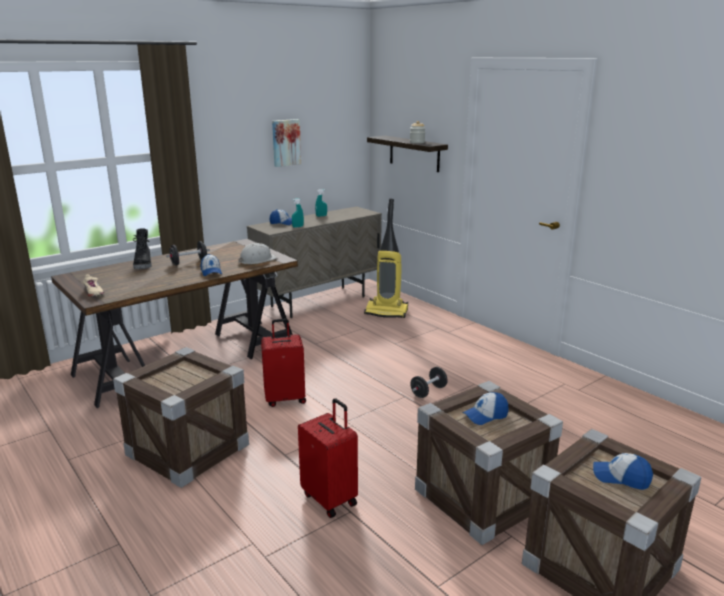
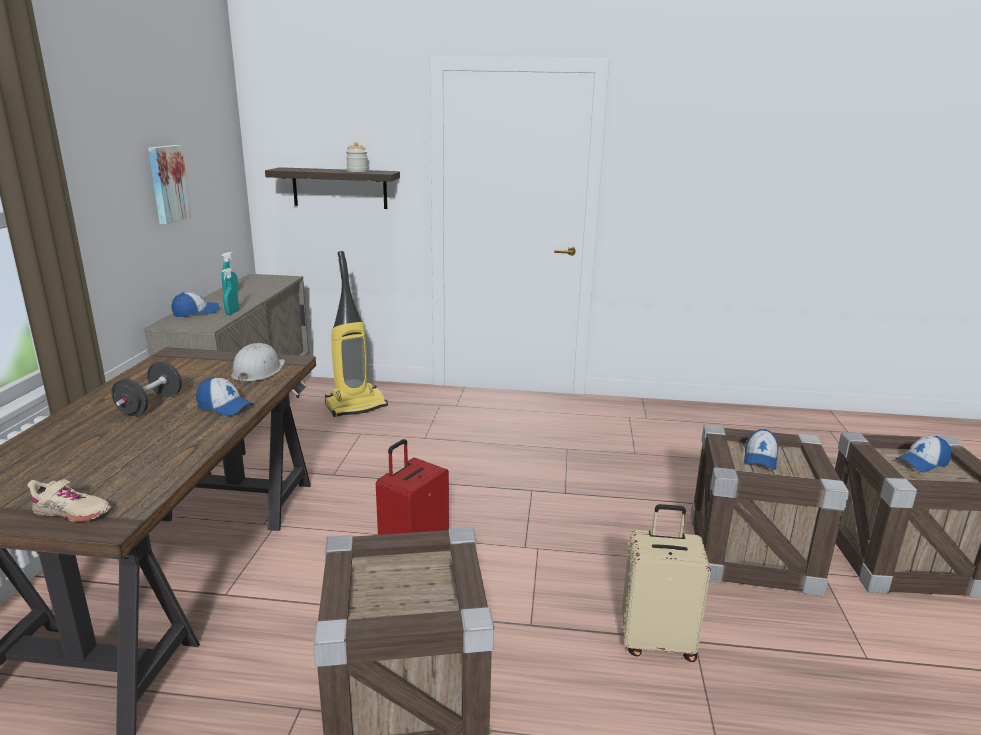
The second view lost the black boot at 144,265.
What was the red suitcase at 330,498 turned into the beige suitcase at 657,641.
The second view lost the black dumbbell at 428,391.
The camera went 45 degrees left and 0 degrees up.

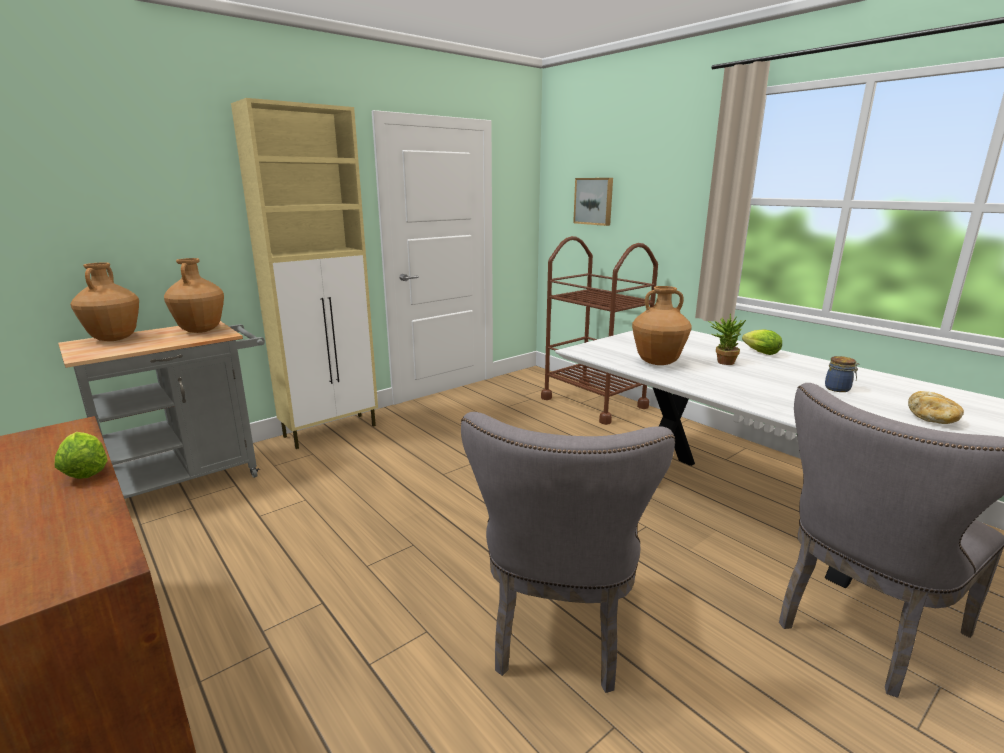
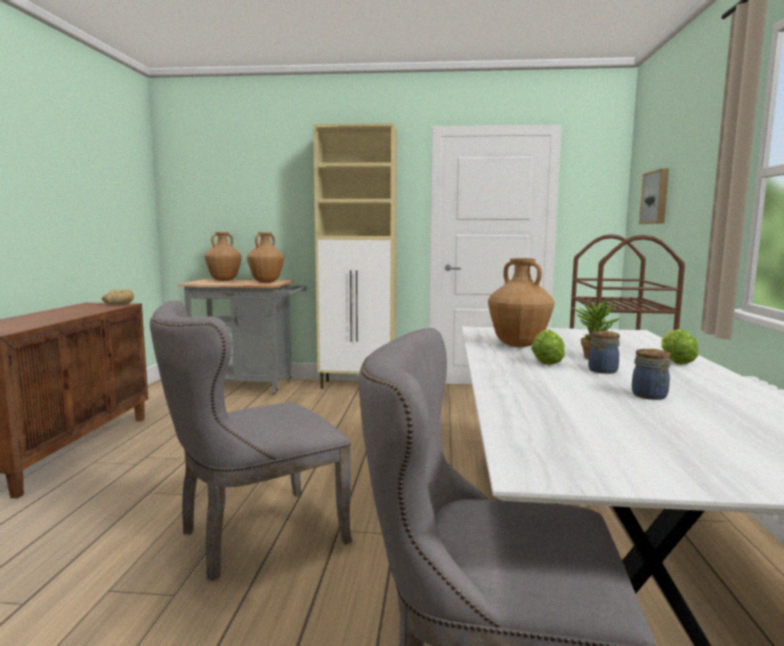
The lettuce ended up elsewhere, having gone from 85,470 to 545,361.
The bread ended up elsewhere, having gone from 932,419 to 119,304.
The second view gained the jar at 604,370.
The camera went 45 degrees right and 10 degrees down.

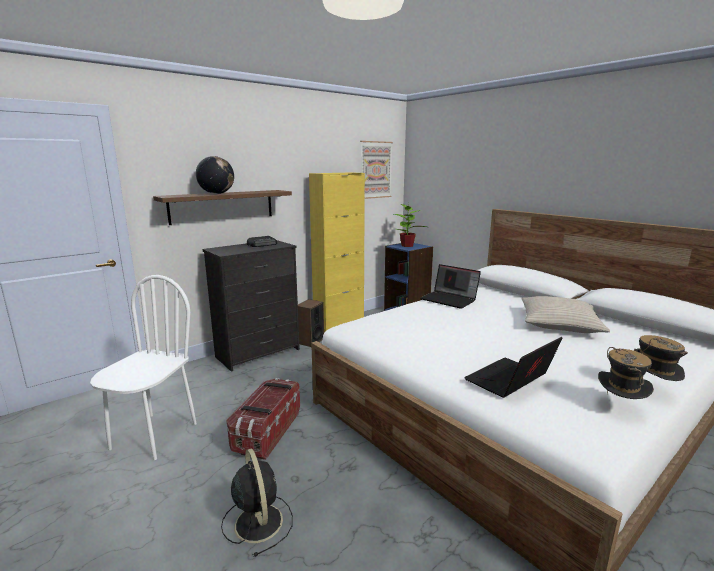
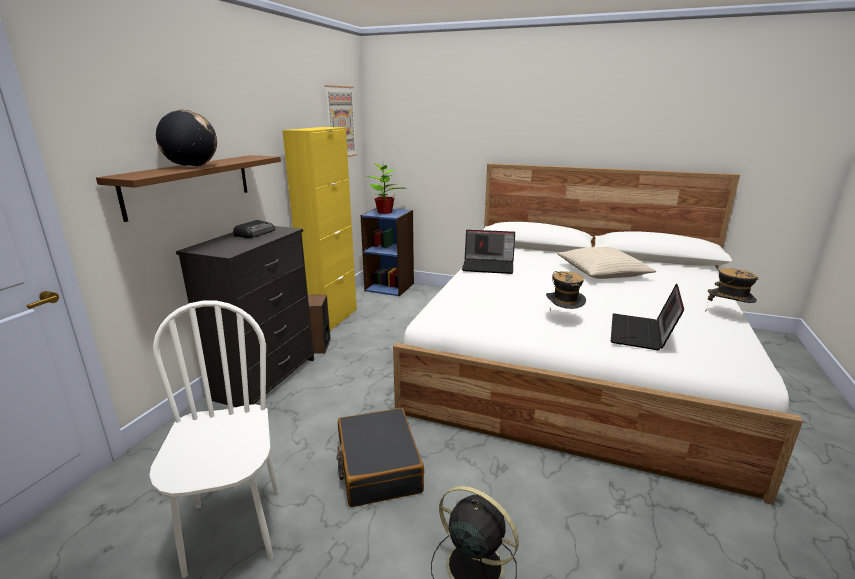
Where the storage box stood at 267,432, the black suitcase came to stand at 378,467.
The hat ended up elsewhere, having gone from 619,407 to 563,318.
The camera went 30 degrees left and 5 degrees up.

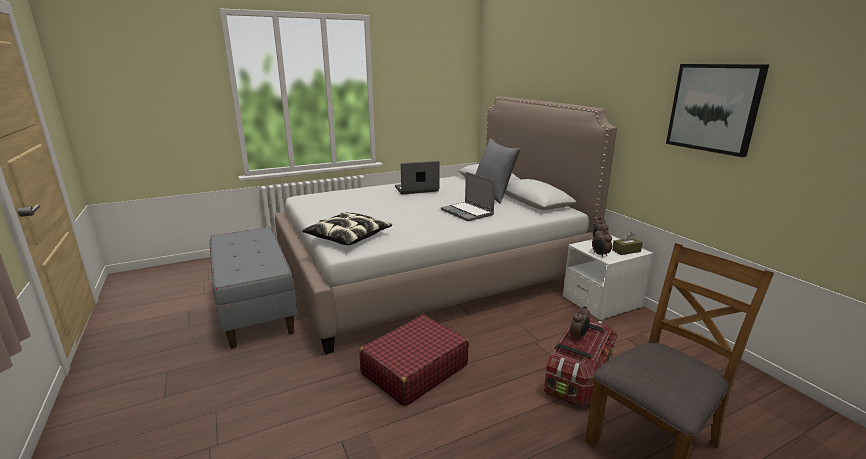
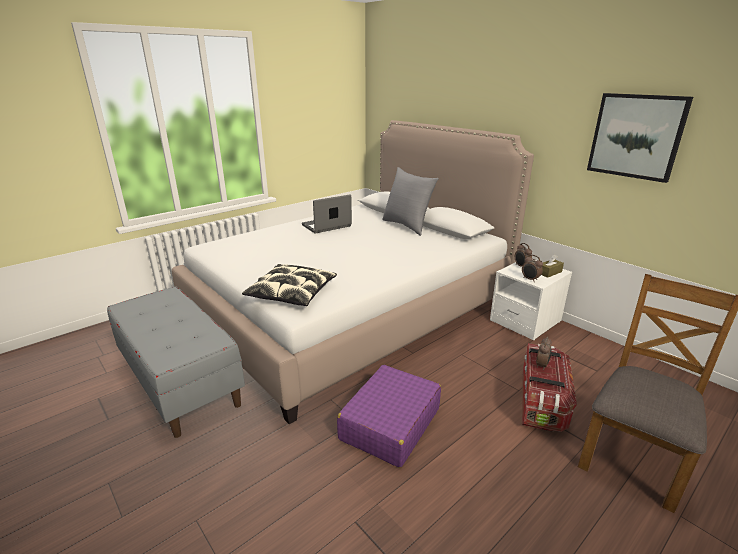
What was the red suitcase at 414,369 turned into the purple suitcase at 390,424.
The second view lost the laptop at 468,212.
The camera went 15 degrees left and 5 degrees up.

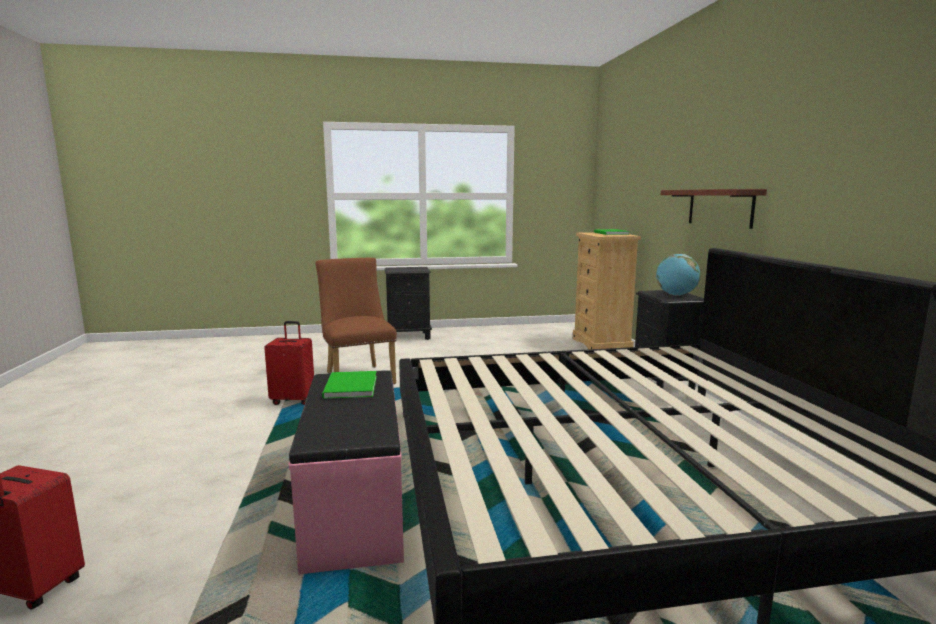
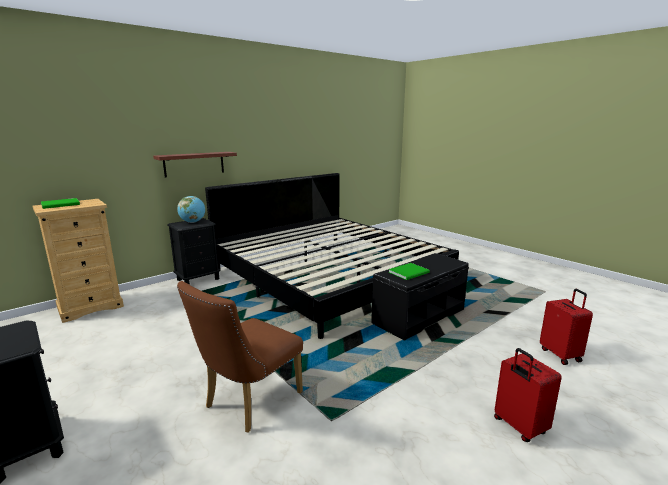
The red suitcase ended up elsewhere, having gone from 294,400 to 519,427.
What was the pink bench at 357,505 turned into the black bench at 418,316.
The camera went 120 degrees left and 5 degrees up.

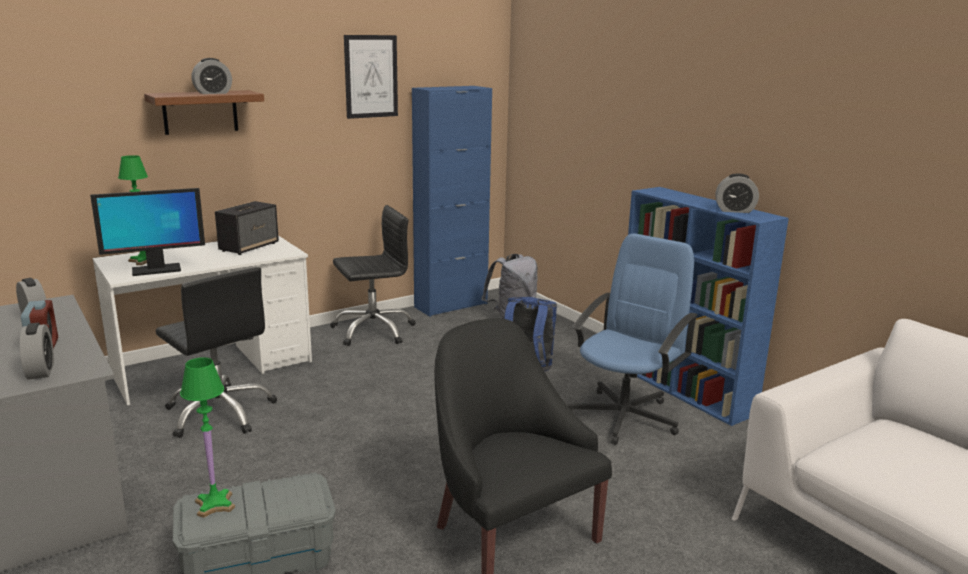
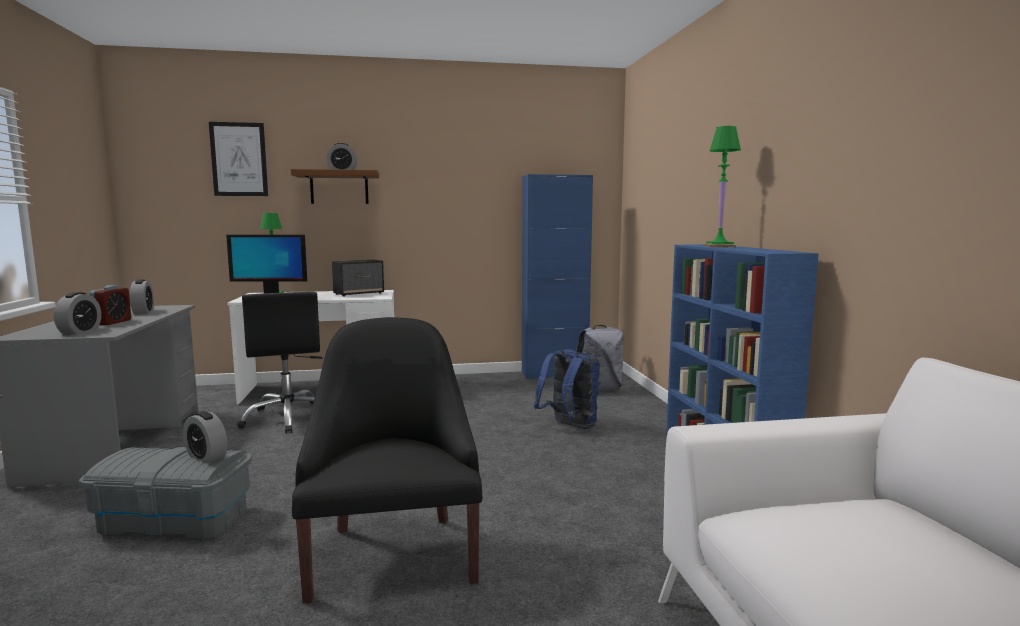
The green table lamp ended up elsewhere, having gone from 215,504 to 719,246.
The second view lost the black office chair at 373,330.
The picture ended up elsewhere, having gone from 371,76 to 239,159.
The second view lost the blue office chair at 625,416.
The alarm clock ended up elsewhere, having gone from 734,210 to 206,457.
The camera went 25 degrees right and 10 degrees down.

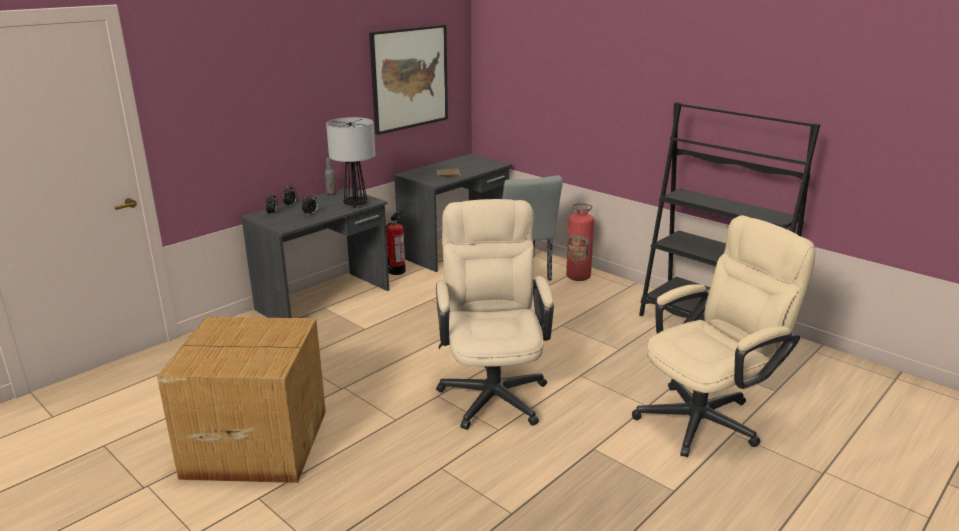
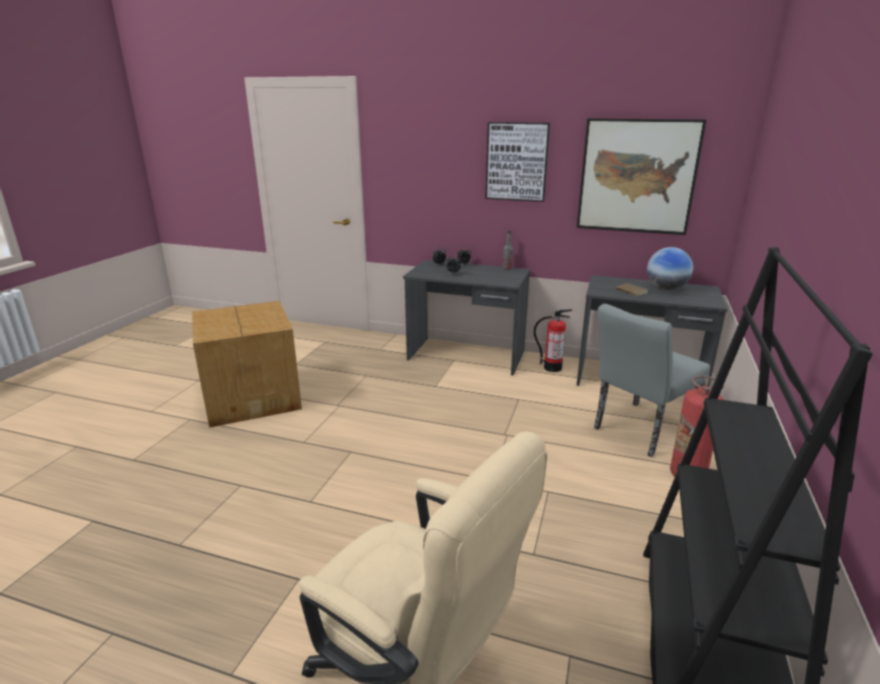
The second view lost the table lamp at 355,204.
The second view lost the beige office chair at 492,390.
The second view gained the picture at 516,162.
The second view gained the globe at 666,289.
The camera went 65 degrees right and 0 degrees up.

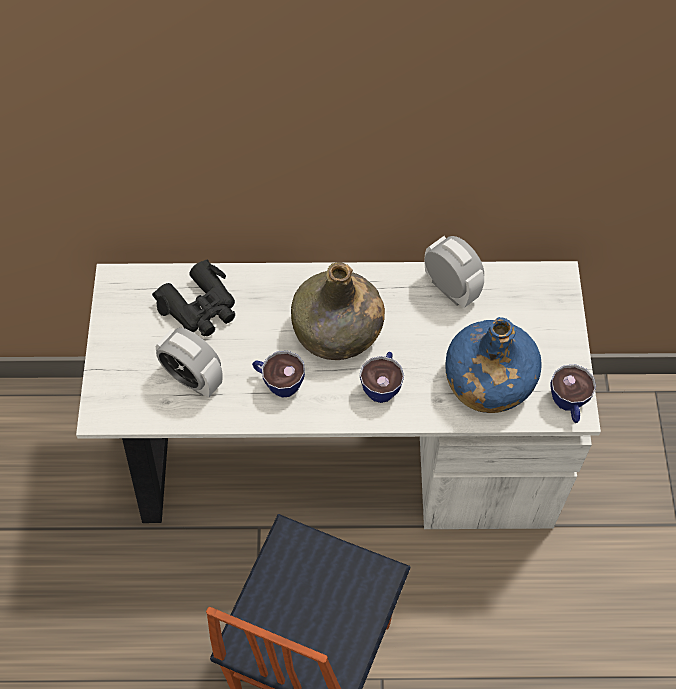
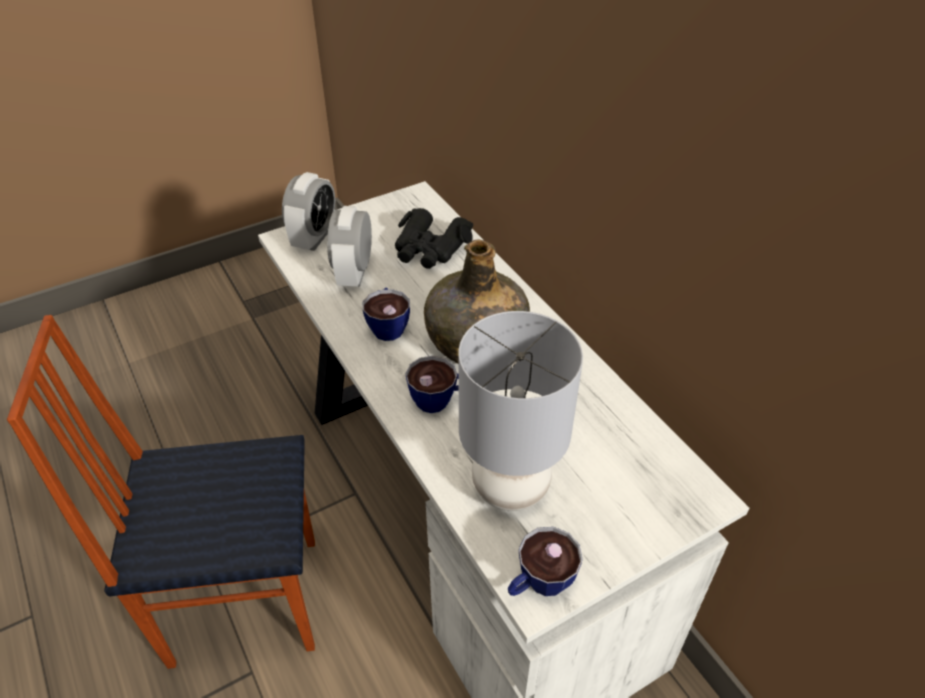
The alarm clock ended up elsewhere, having gone from 450,289 to 314,238.
Where the blue bottle stood at 487,381, the grey table lamp came to stand at 510,486.
The camera went 60 degrees right and 15 degrees down.

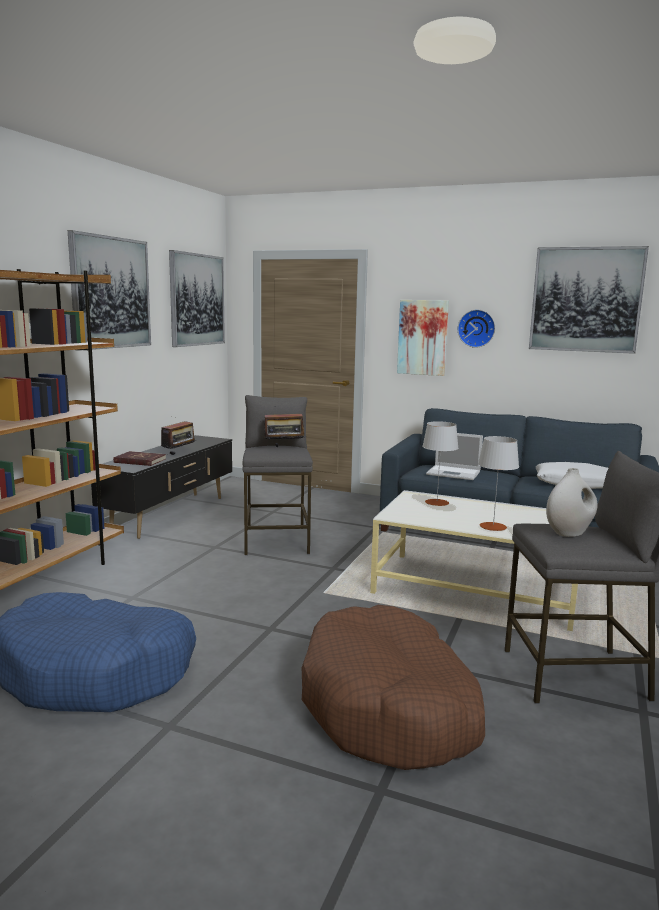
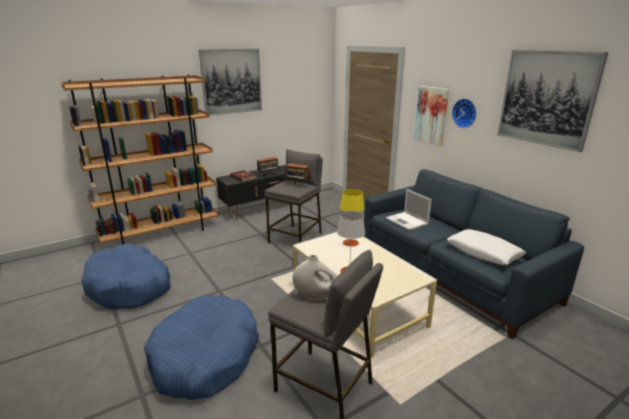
The second view lost the picture at 197,300.
What was the brown dog bed at 389,707 turned into the blue dog bed at 205,357.
What was the grey table lamp at 437,502 turned into the yellow table lamp at 350,242.
The camera went 35 degrees right and 10 degrees up.

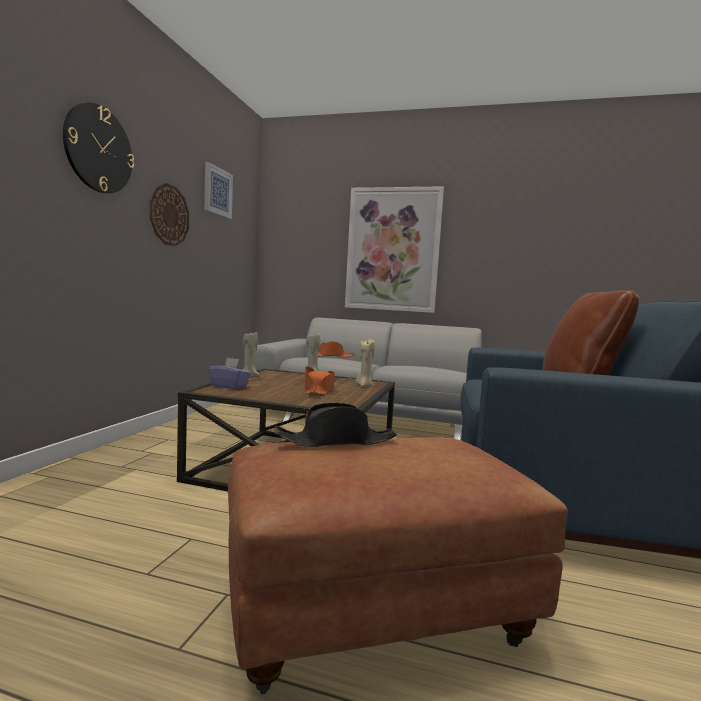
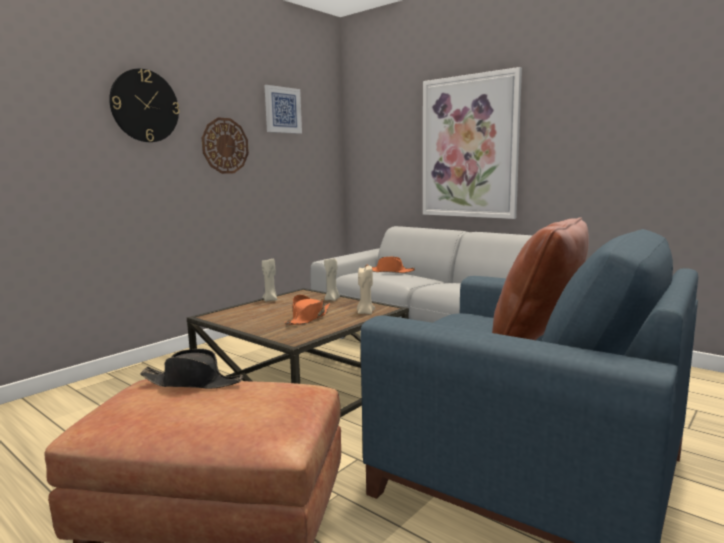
The second view lost the purple tissue box at 229,386.
The camera went 25 degrees right and 5 degrees up.

